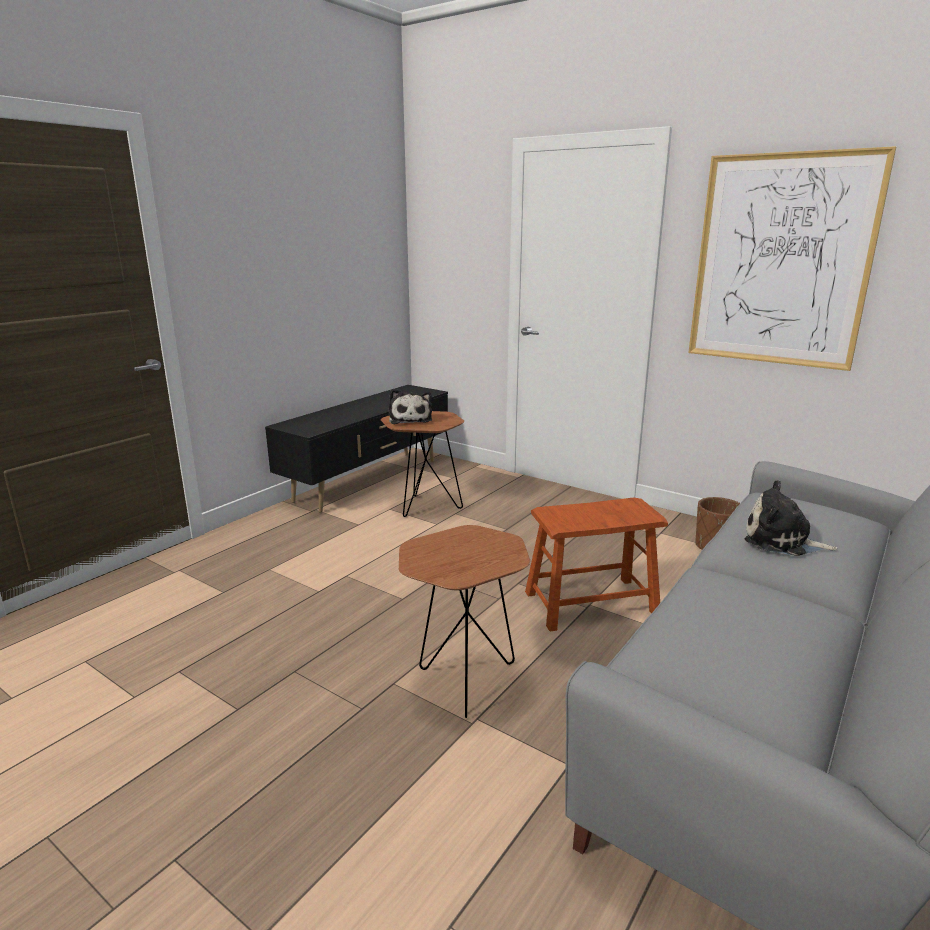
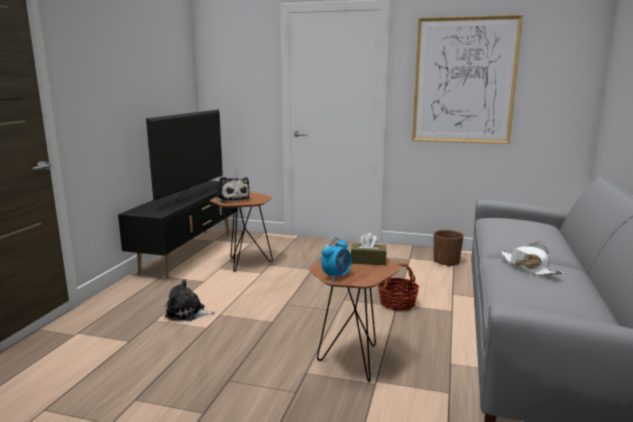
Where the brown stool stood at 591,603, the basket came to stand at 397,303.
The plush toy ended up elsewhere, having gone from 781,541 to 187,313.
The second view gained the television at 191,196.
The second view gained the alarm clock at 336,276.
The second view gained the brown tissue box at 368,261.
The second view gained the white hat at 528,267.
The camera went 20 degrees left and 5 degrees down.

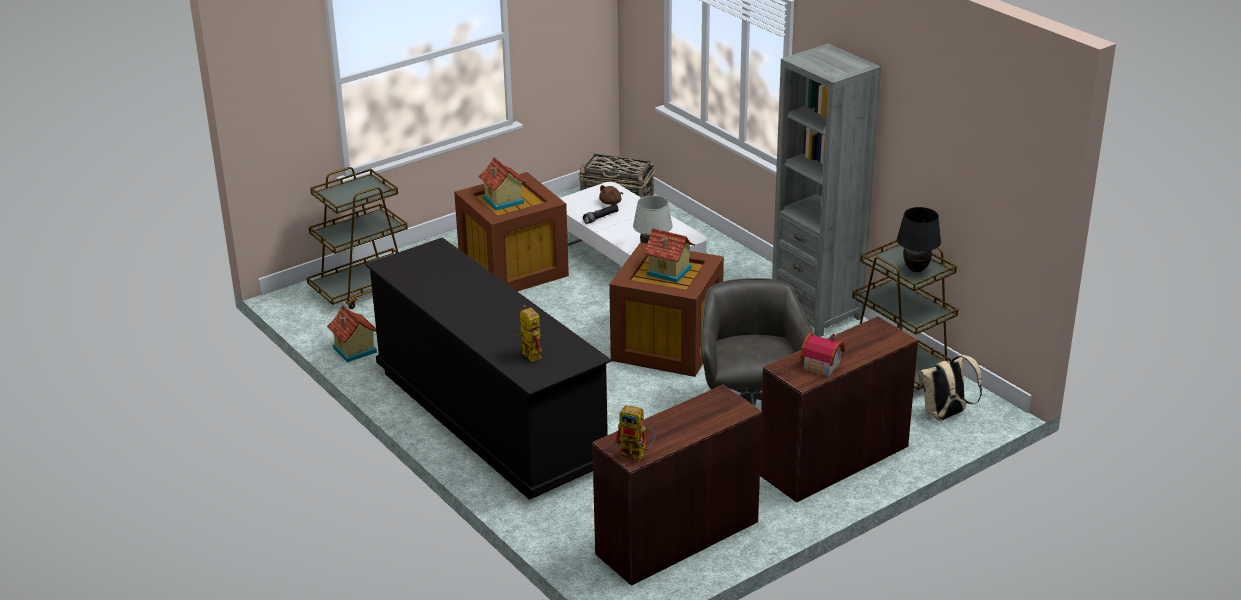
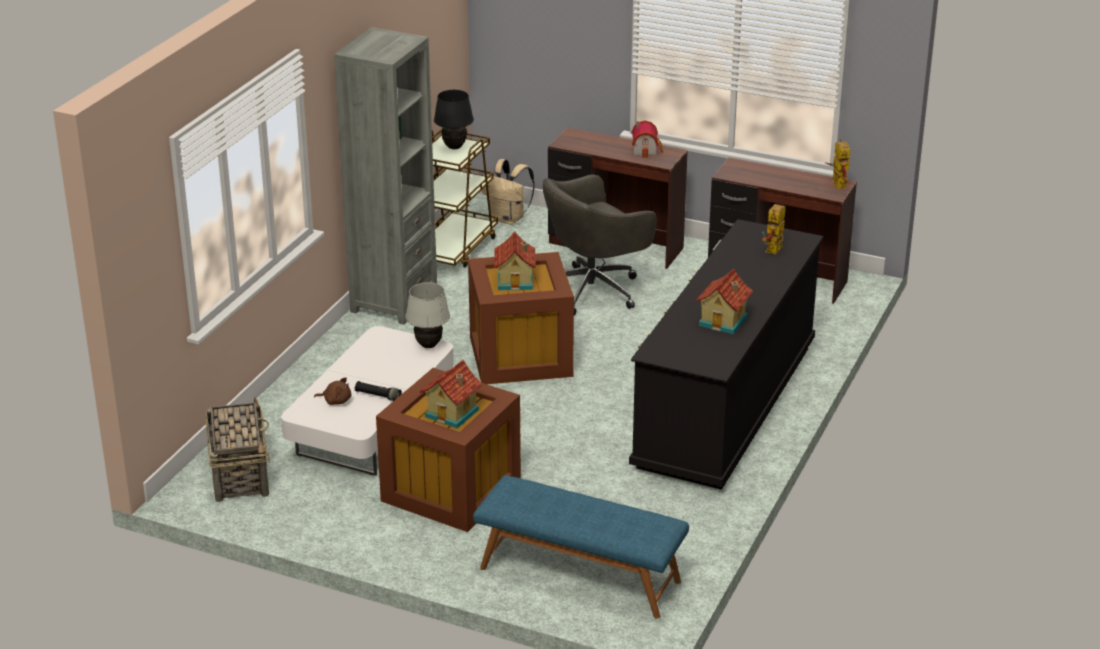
Where the brown cart stood at 365,288, the blue bench came to stand at 579,575.
The toy house ended up elsewhere, having gone from 354,350 to 724,321.
The camera went 120 degrees left and 0 degrees up.

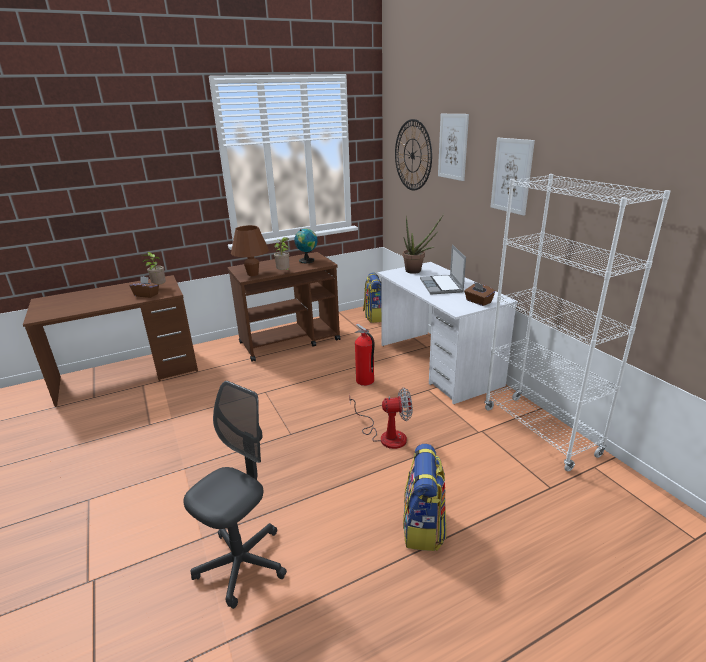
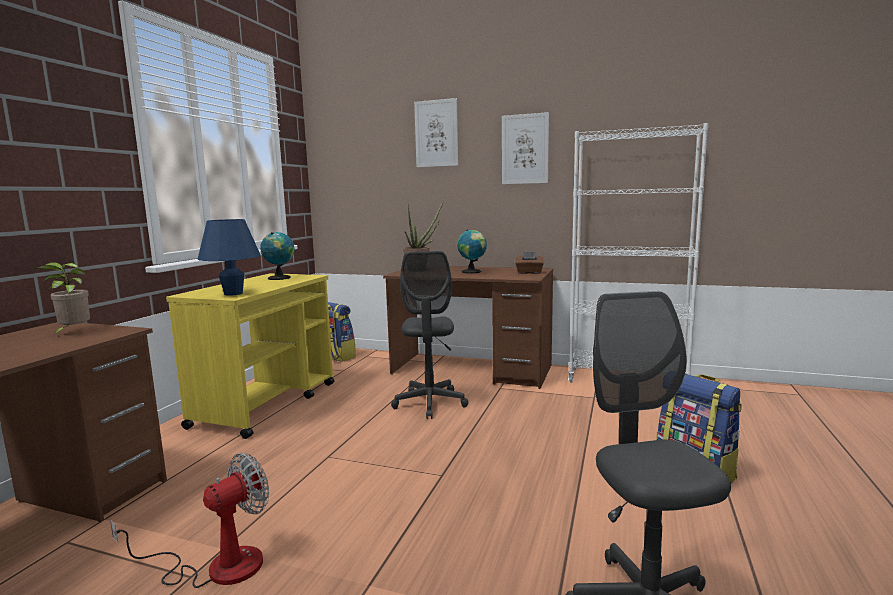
The second view lost the brown tissue box at 146,295.
What was the brown cart at 290,341 turned into the yellow cart at 267,404.
What was the brown table lamp at 253,274 turned into the blue table lamp at 233,293.
The second view lost the potted plant at 284,272.
The fan ended up elsewhere, having gone from 386,435 to 217,566.
Where the fire extinguisher stood at 365,381, the grey office chair came to stand at 430,403.
What was the white desk at 438,364 turned into the brown desk at 472,370.
The second view lost the wall clock at 412,155.
Where the laptop stood at 442,286, the globe came to stand at 472,272.
The camera went 45 degrees left and 15 degrees down.

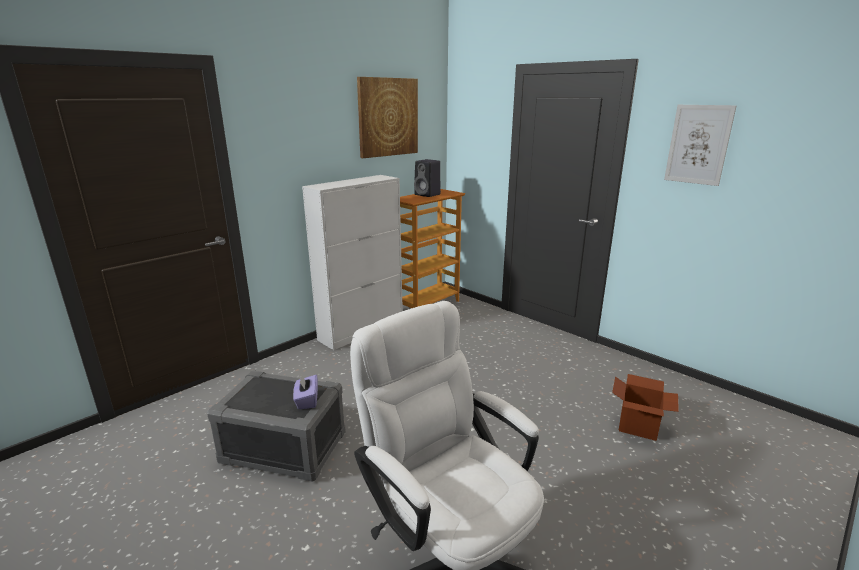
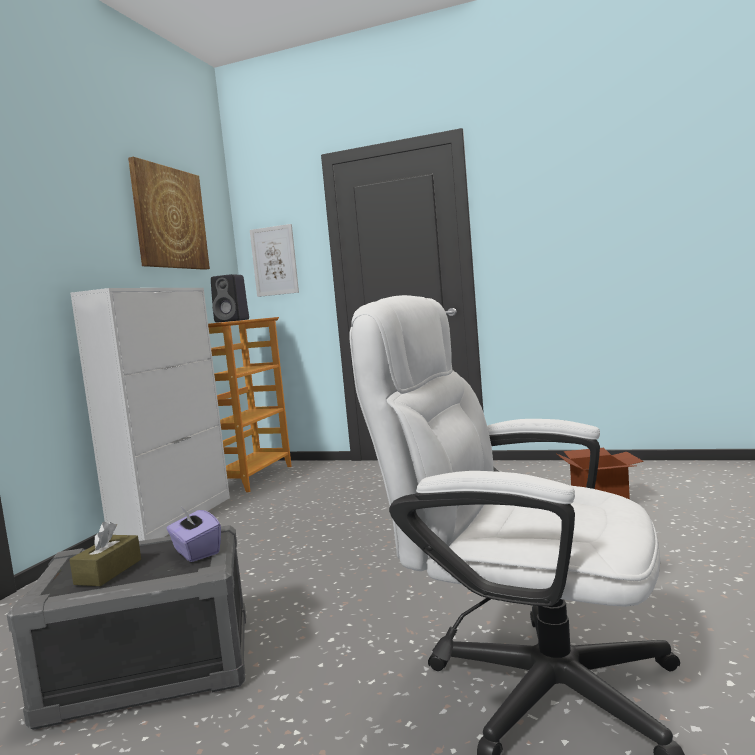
The picture ended up elsewhere, having gone from 698,144 to 274,261.
The second view gained the brown tissue box at 108,571.
The camera went 25 degrees left and 15 degrees down.

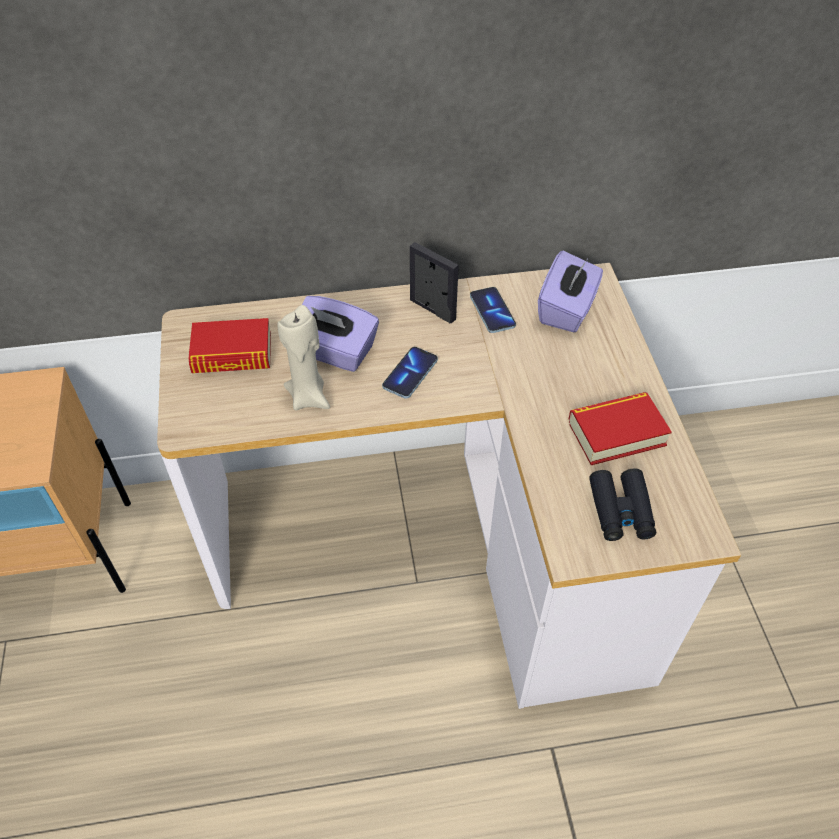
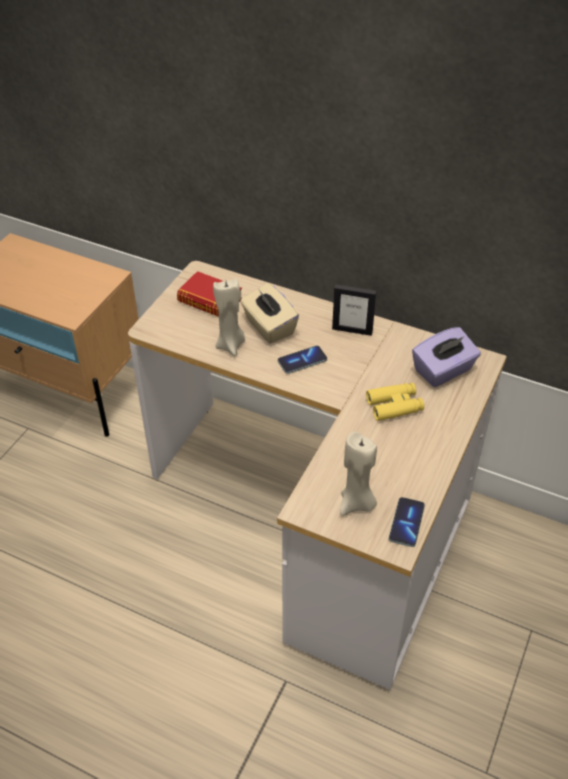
What was the purple tissue box at 334,352 turned into the beige tissue box at 269,327.
The picture frame at 432,310 ended up facing another way, 120 degrees clockwise from before.
The phone ended up elsewhere, having gone from 492,311 to 406,523.
The second view lost the book at 616,433.
Where the black binoculars stood at 620,511, the beige candle came to stand at 356,503.
The second view gained the yellow binoculars at 394,406.
The camera went 35 degrees right and 5 degrees down.

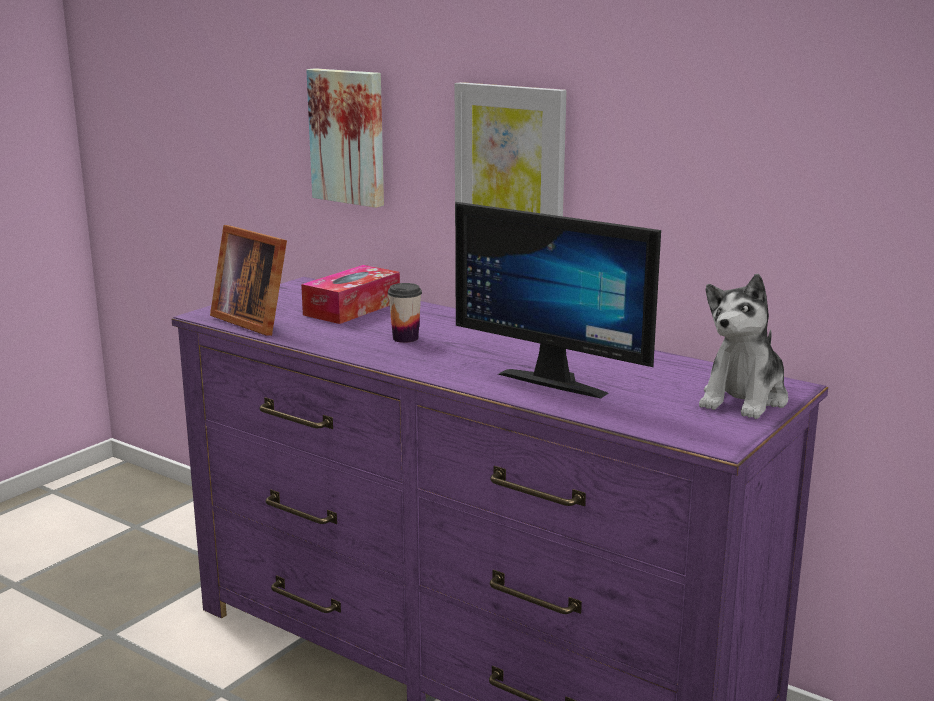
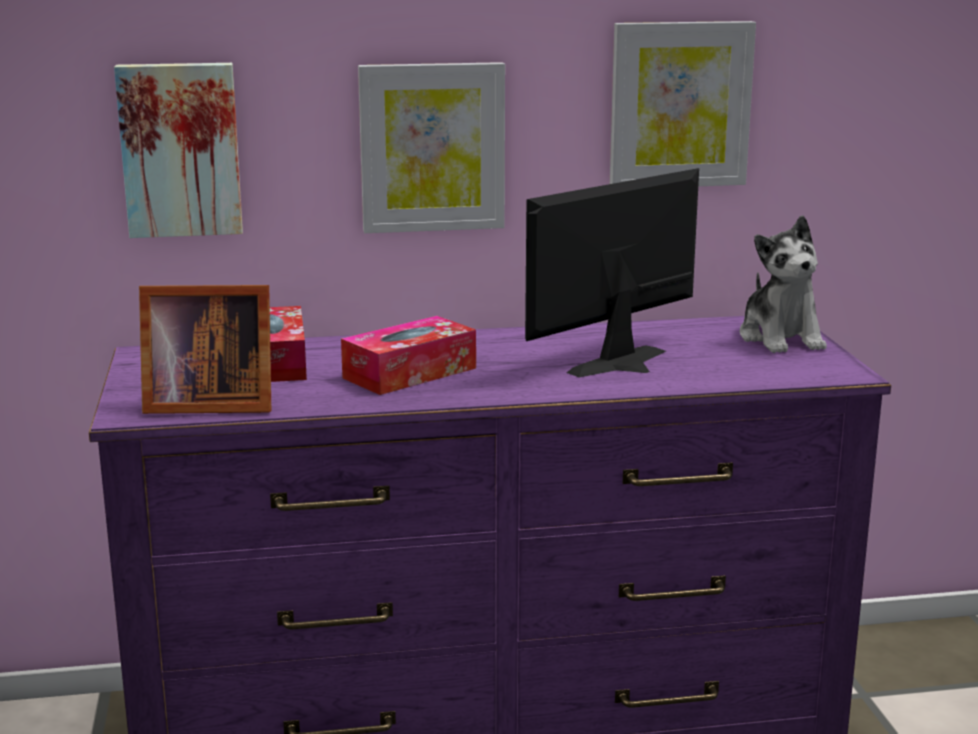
Where the cup stood at 405,338, the tissue box came to stand at 410,373.
The monitor at 559,379 ended up facing another way, 150 degrees clockwise from before.
The second view gained the picture at 679,105.
The camera went 45 degrees left and 0 degrees up.

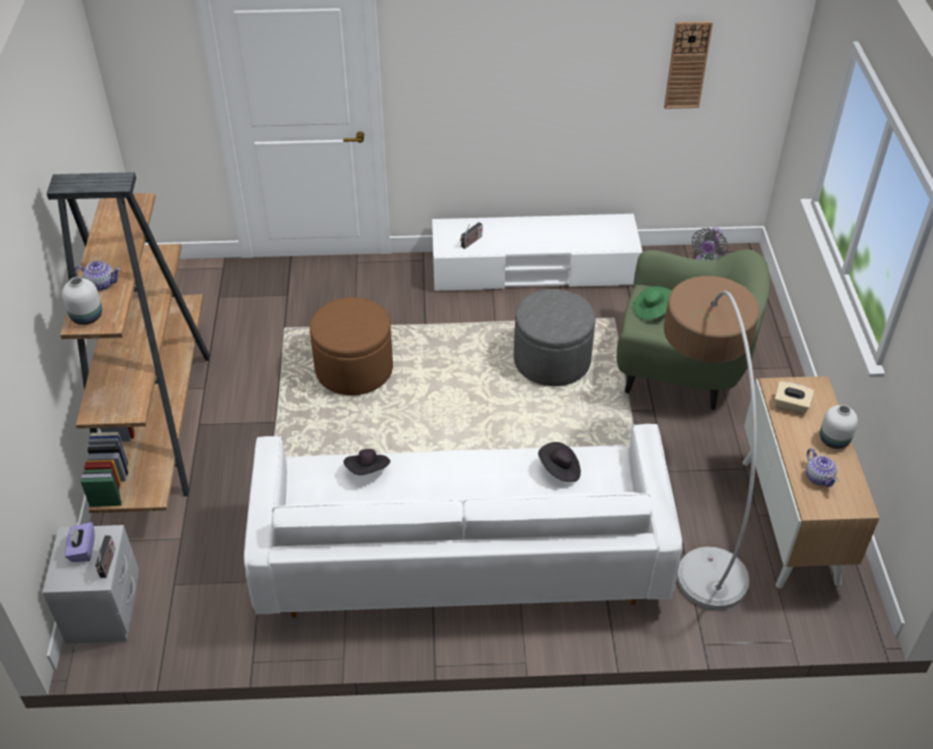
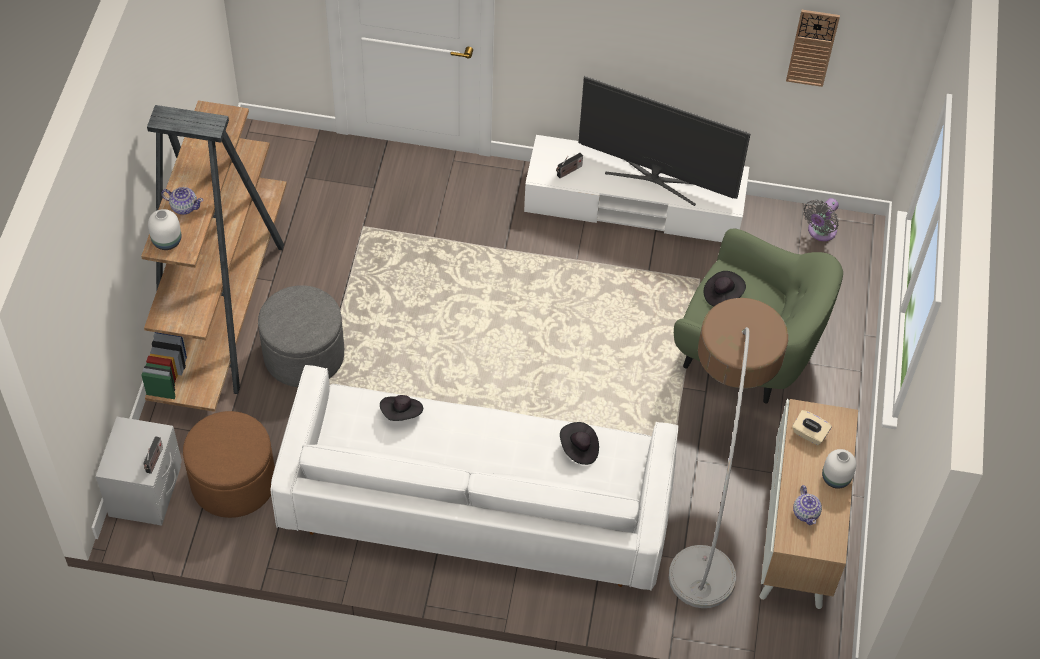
The second view lost the purple tissue box at 82,549.
The brown ottoman ended up elsewhere, having gone from 354,369 to 233,482.
The grey ottoman ended up elsewhere, having gone from 552,360 to 304,355.
What was the green hat at 652,310 turned into the black hat at 722,295.
The second view gained the television at 655,178.
The camera went 10 degrees right and 10 degrees up.

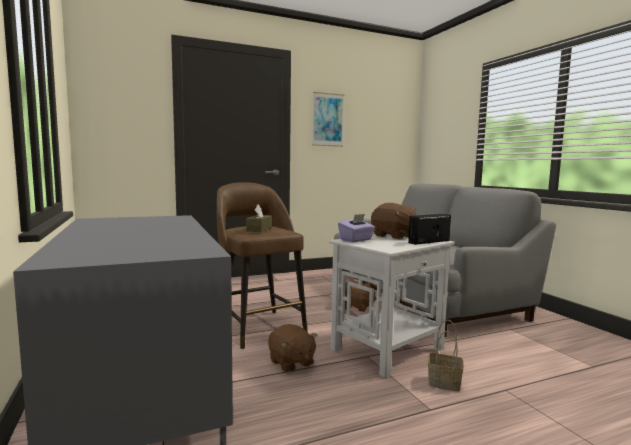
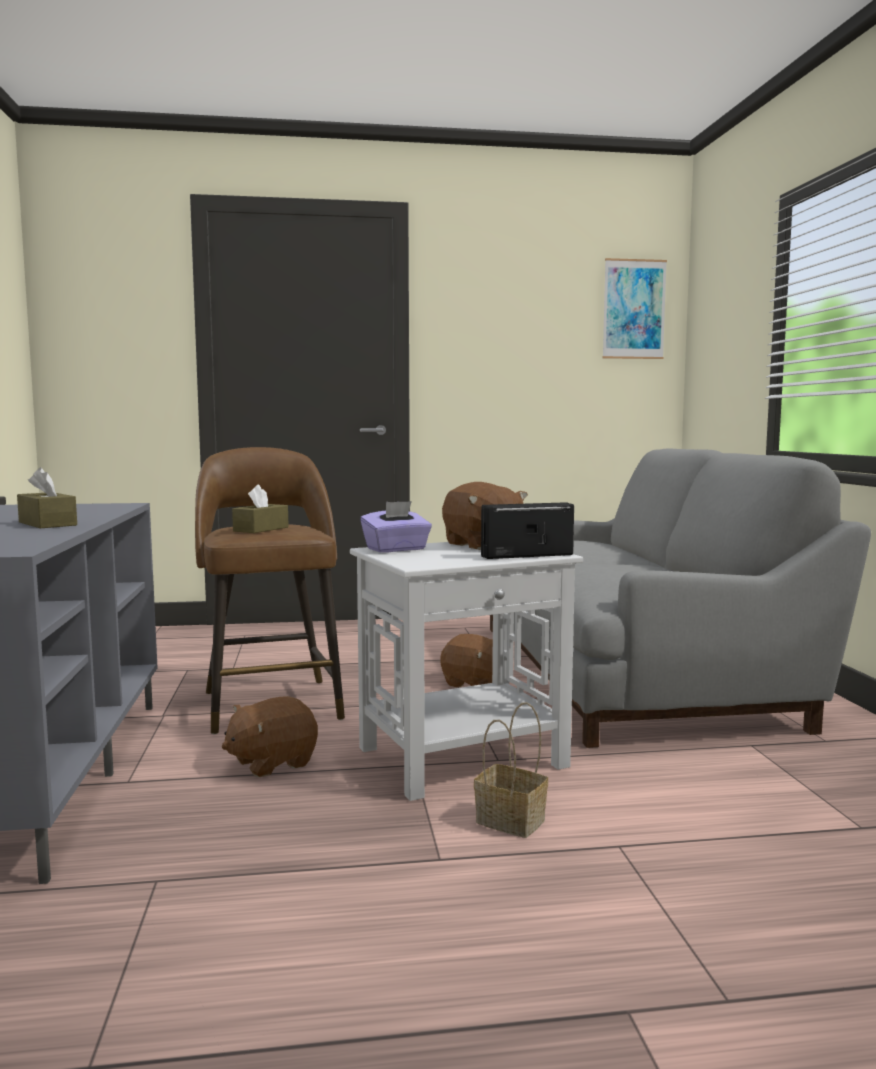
The brown plush toy at 291,363 ended up facing another way, 75 degrees clockwise from before.
The picture ended up elsewhere, having gone from 328,120 to 634,309.
The second view gained the brown tissue box at 47,524.
The camera went 15 degrees right and 0 degrees up.

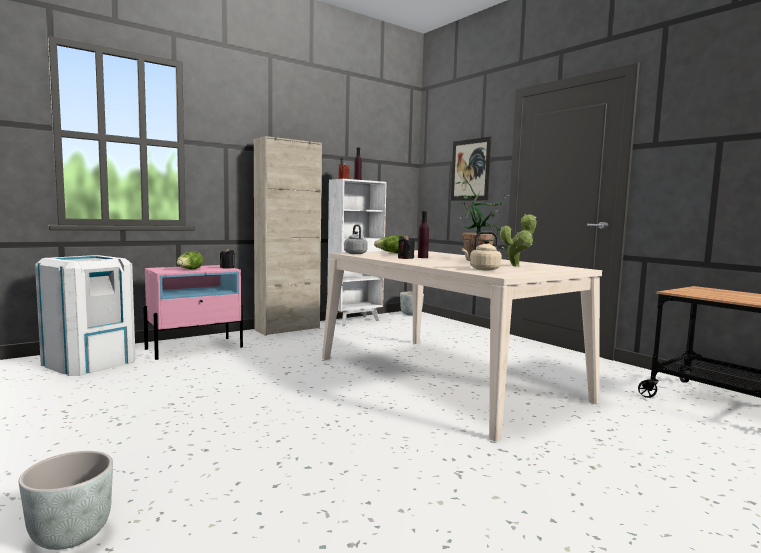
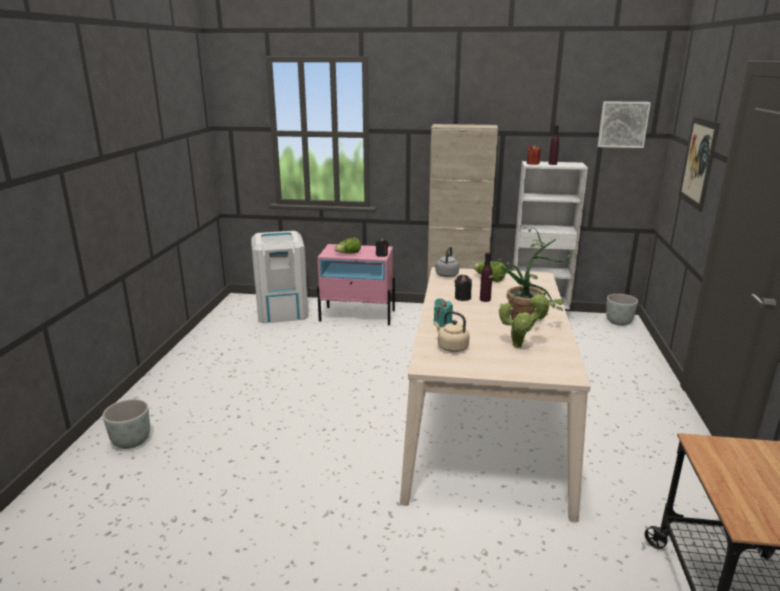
The second view gained the turquoise candle at 442,323.
The second view gained the picture at 622,124.
The camera went 45 degrees right and 15 degrees up.

